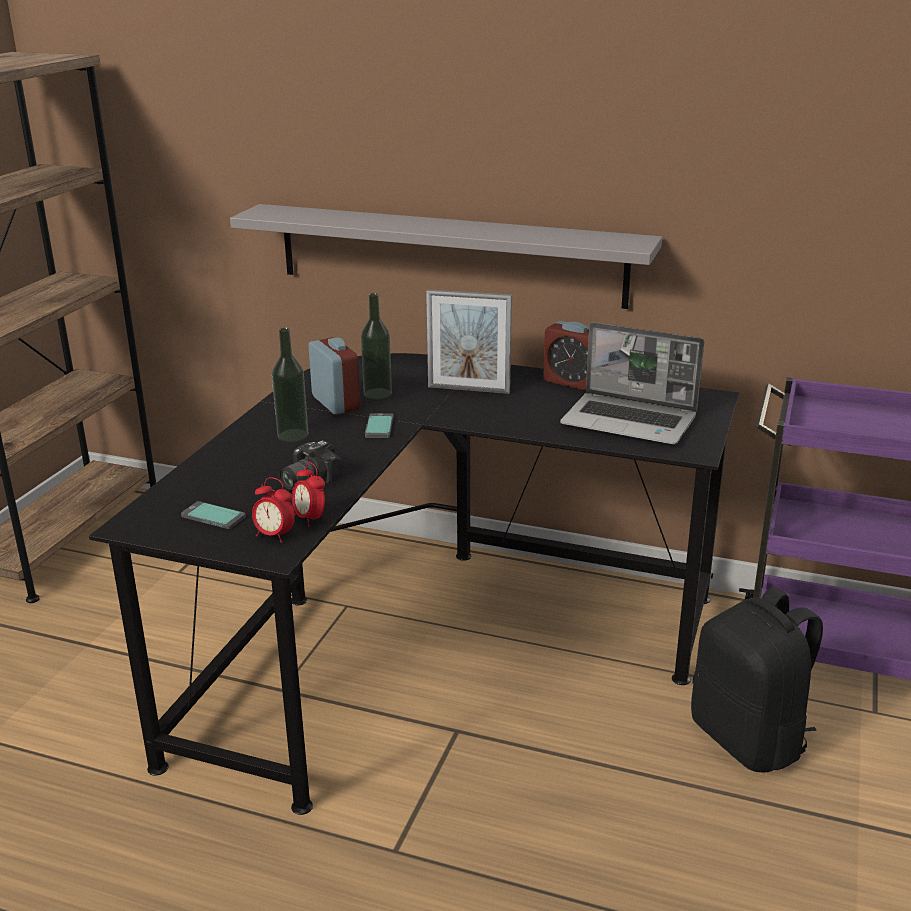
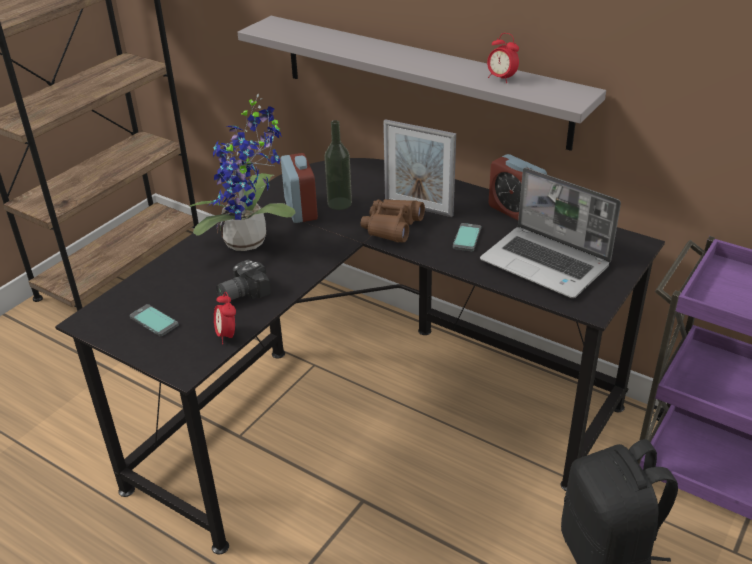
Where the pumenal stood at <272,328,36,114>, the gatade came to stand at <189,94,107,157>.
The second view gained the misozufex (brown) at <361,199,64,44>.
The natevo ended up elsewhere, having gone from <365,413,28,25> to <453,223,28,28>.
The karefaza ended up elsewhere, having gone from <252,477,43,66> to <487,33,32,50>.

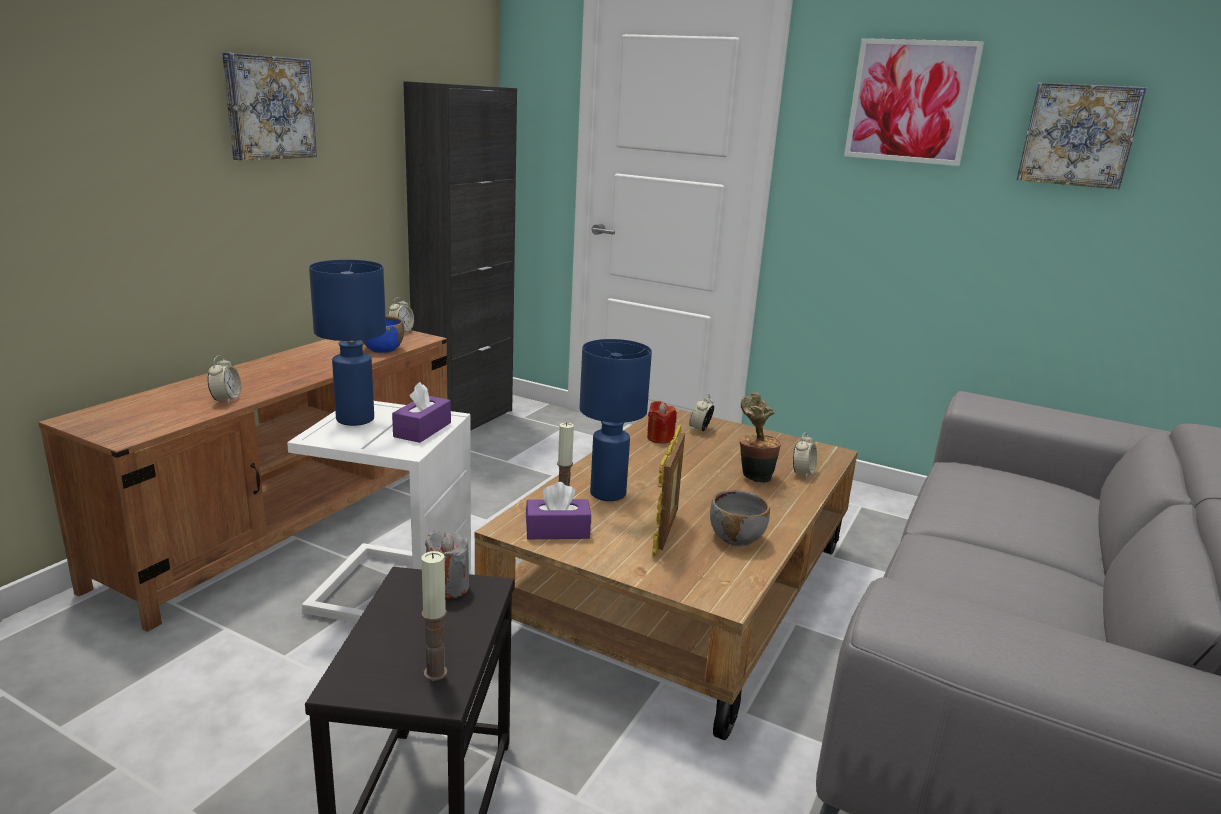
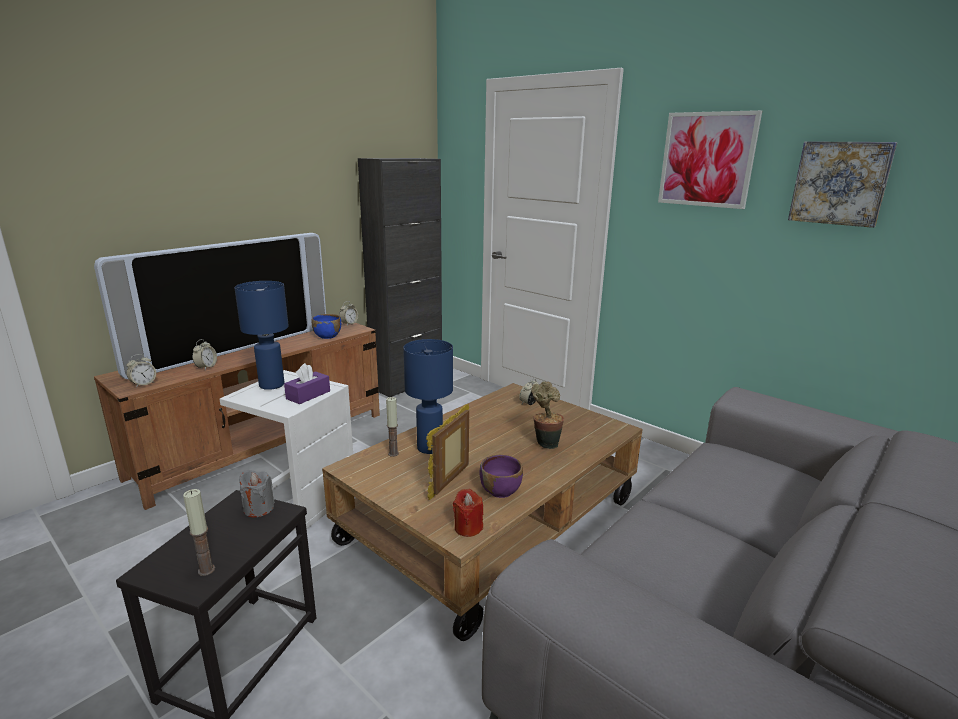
The second view gained the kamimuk at <94,233,232,147>.
The karefaza ended up elsewhere, having gone from <793,432,24,46> to <126,354,30,34>.
The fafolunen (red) ended up elsewhere, having gone from <647,401,30,43> to <453,489,30,48>.
What was the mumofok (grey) at <710,490,60,56> turned into the mumofok (purple) at <480,455,43,43>.
The second view lost the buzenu at <222,52,95,109>.
The second view lost the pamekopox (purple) at <526,482,65,57>.

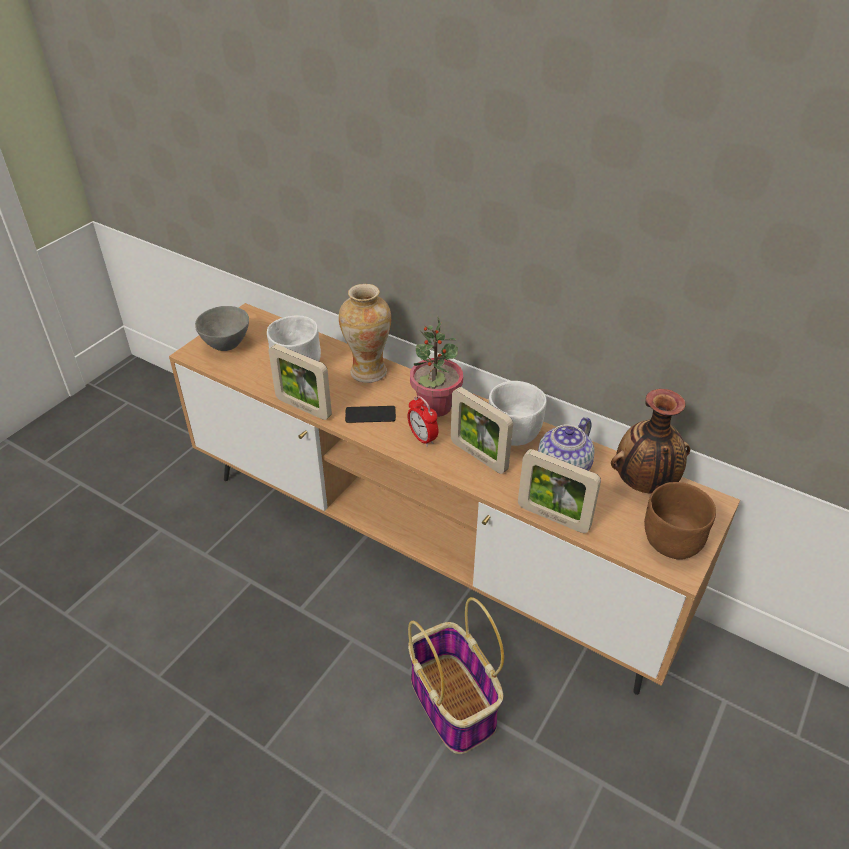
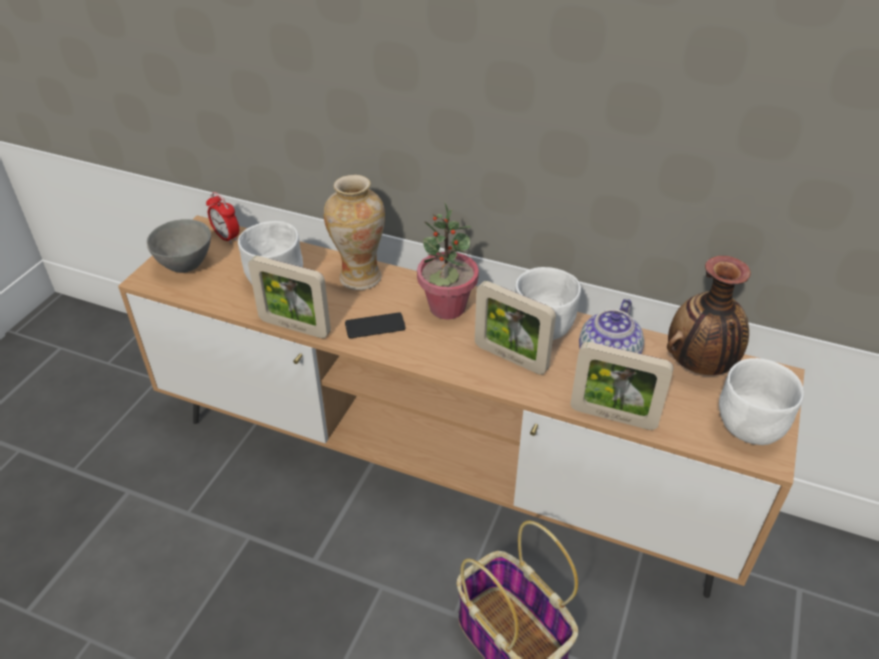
The karefaza ended up elsewhere, having gone from <408,396,31,51> to <206,192,33,52>.
What was the mumofok (brown) at <644,482,72,77> turned into the mumofok (white) at <719,358,85,87>.

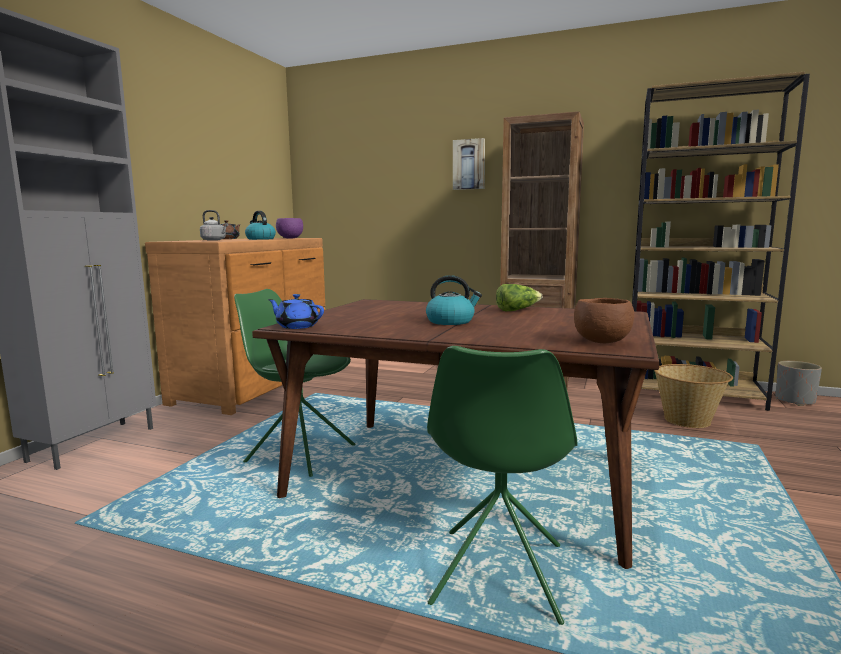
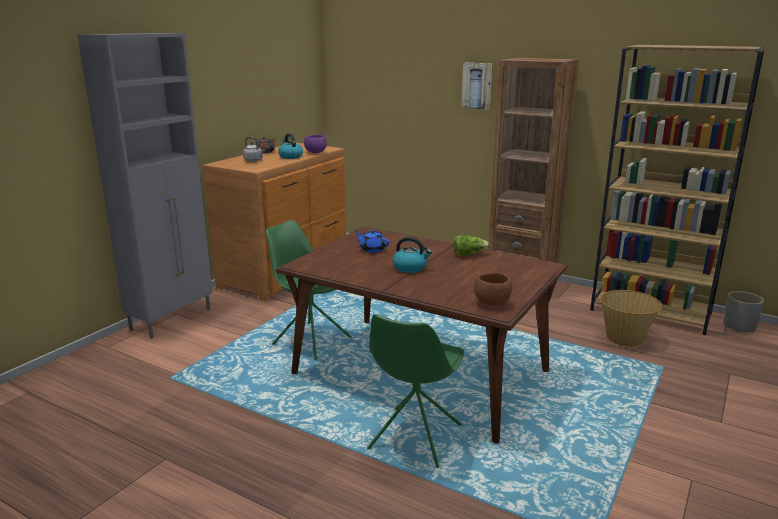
The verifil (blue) ended up elsewhere, having gone from <268,294,56,35> to <355,230,35,23>.

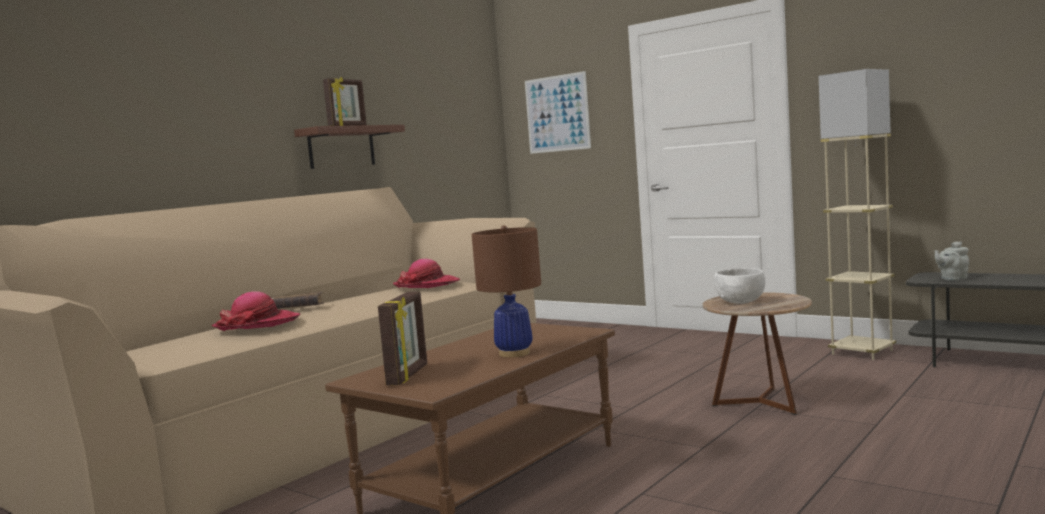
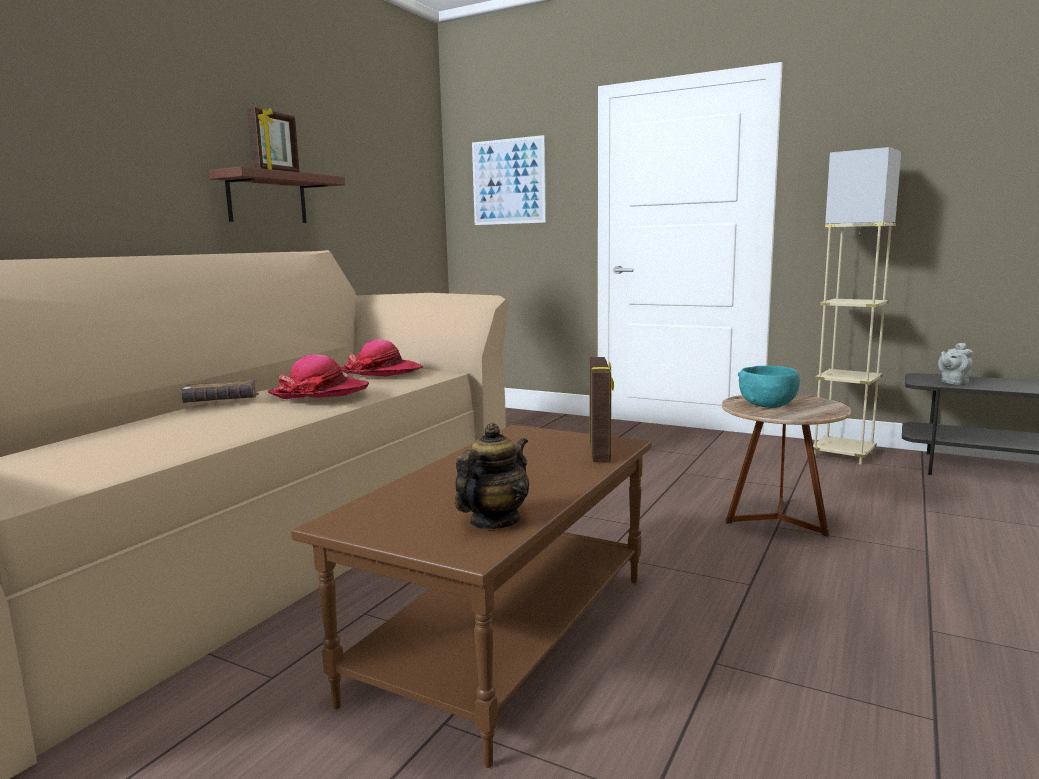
The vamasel ended up elsewhere, having gone from <212,292,88,39> to <268,354,101,45>.
The second view gained the verifil at <455,423,74,106>.
The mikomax ended up elsewhere, having gone from <378,291,49,94> to <589,357,25,105>.
What was the mumofok (white) at <714,268,51,36> turned into the mumofok (turquoise) at <738,366,62,42>.
The second view lost the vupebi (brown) at <472,225,69,133>.

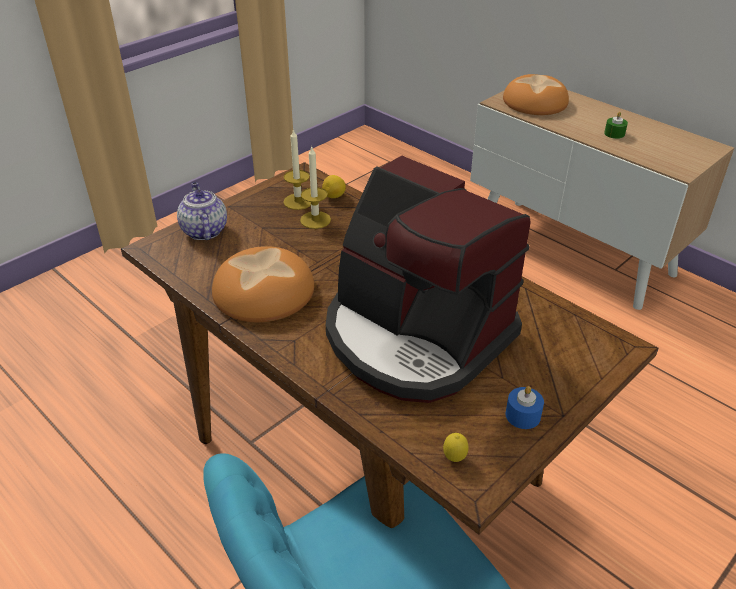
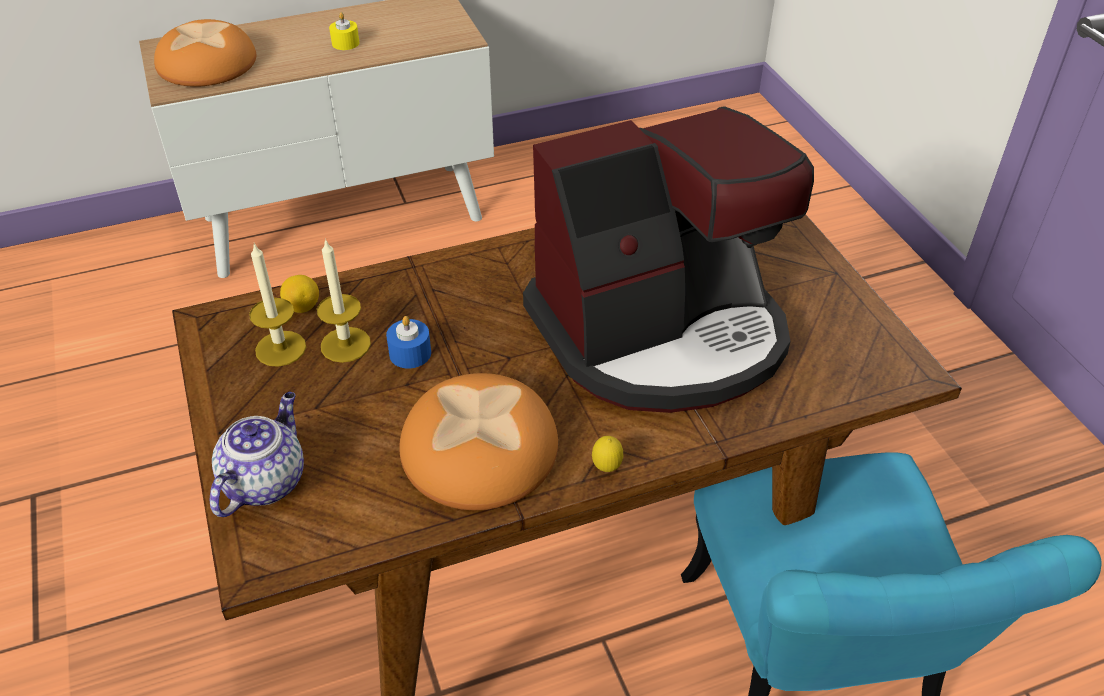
The verifil at <177,182,50,58> ended up facing another way, 105 degrees clockwise from before.
What was the fafolunen (green) at <604,112,24,27> turned into the fafolunen (yellow) at <329,12,30,38>.
The fafolunen (blue) ended up elsewhere, having gone from <506,386,38,43> to <386,316,45,53>.
The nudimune ended up elsewhere, having gone from <443,433,26,29> to <592,436,31,36>.

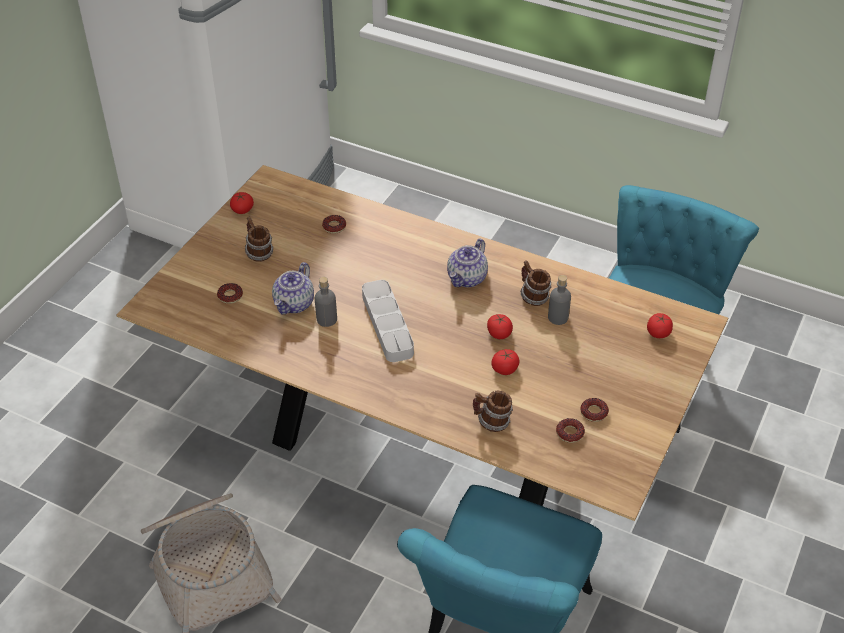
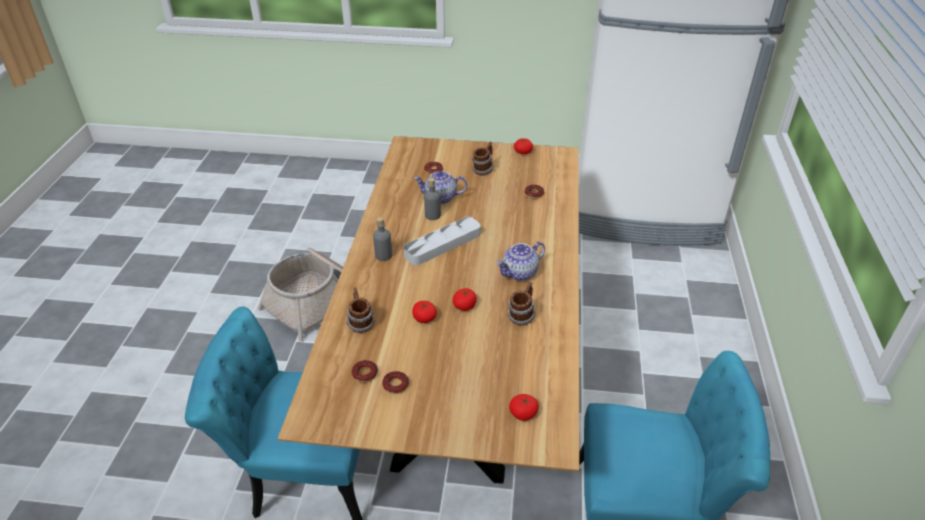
The pumenal (grey) ended up elsewhere, having gone from <548,275,23,50> to <373,217,19,44>.
The verifil at <447,238,41,49> ended up facing another way, 45 degrees counterclockwise from before.

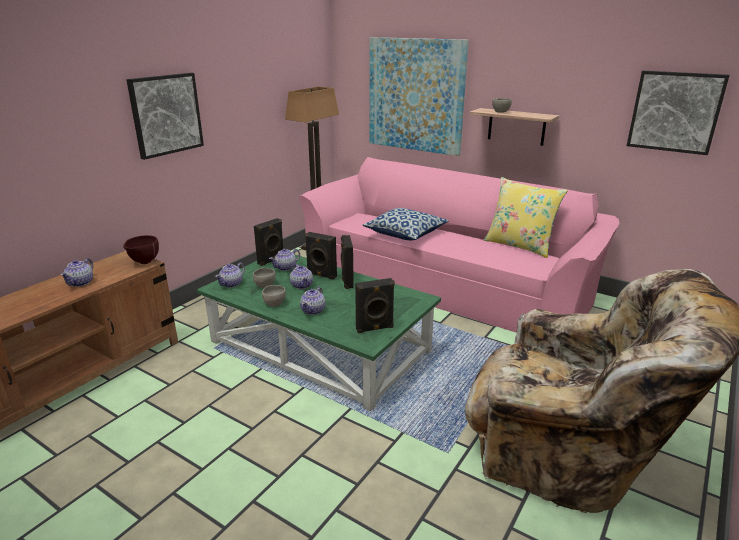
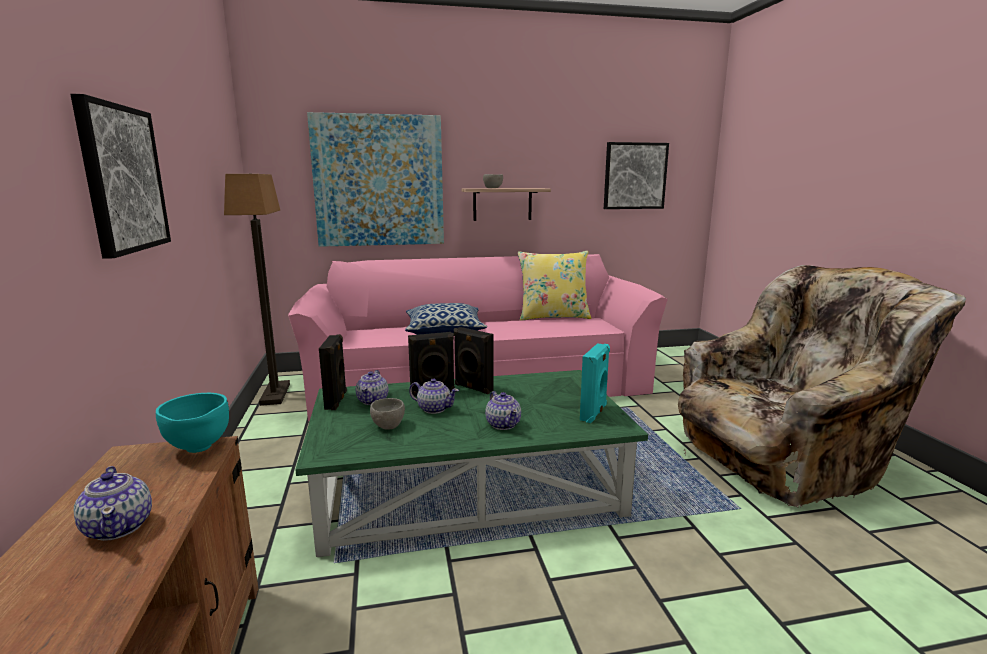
What was the mumofok (brown) at <123,235,36,29> turned into the mumofok (turquoise) at <156,393,73,60>.
What was the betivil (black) at <355,278,40,55> turned into the betivil (turquoise) at <580,343,30,80>.
The second view lost the verifil at <215,263,30,25>.
The second view lost the mumofok (grey) at <262,285,24,22>.

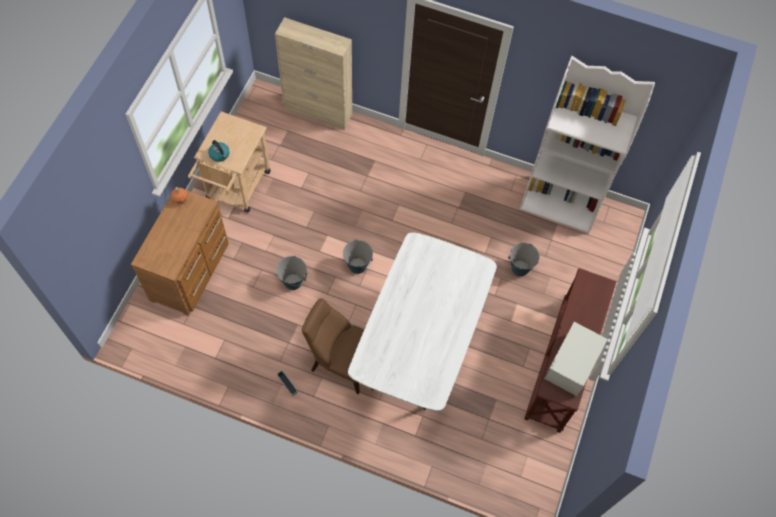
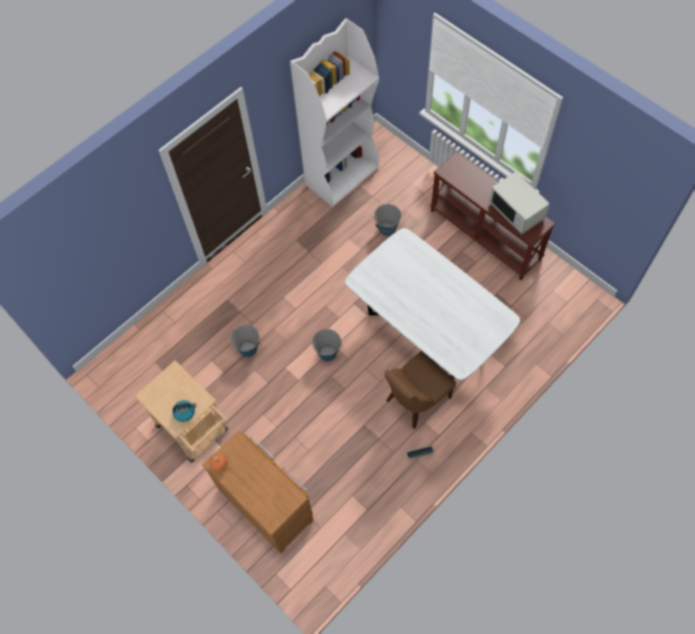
The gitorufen ended up elsewhere, having gone from <276,256,31,34> to <230,325,31,32>.
The second view lost the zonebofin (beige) at <275,17,77,113>.

